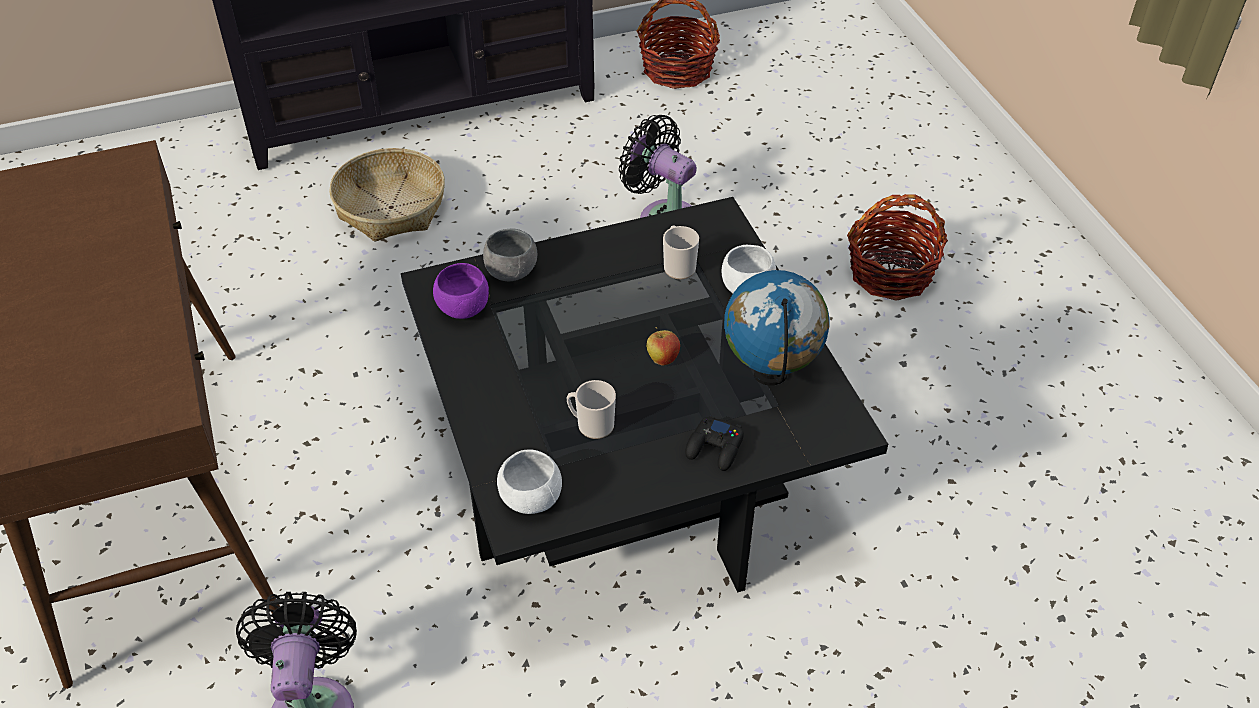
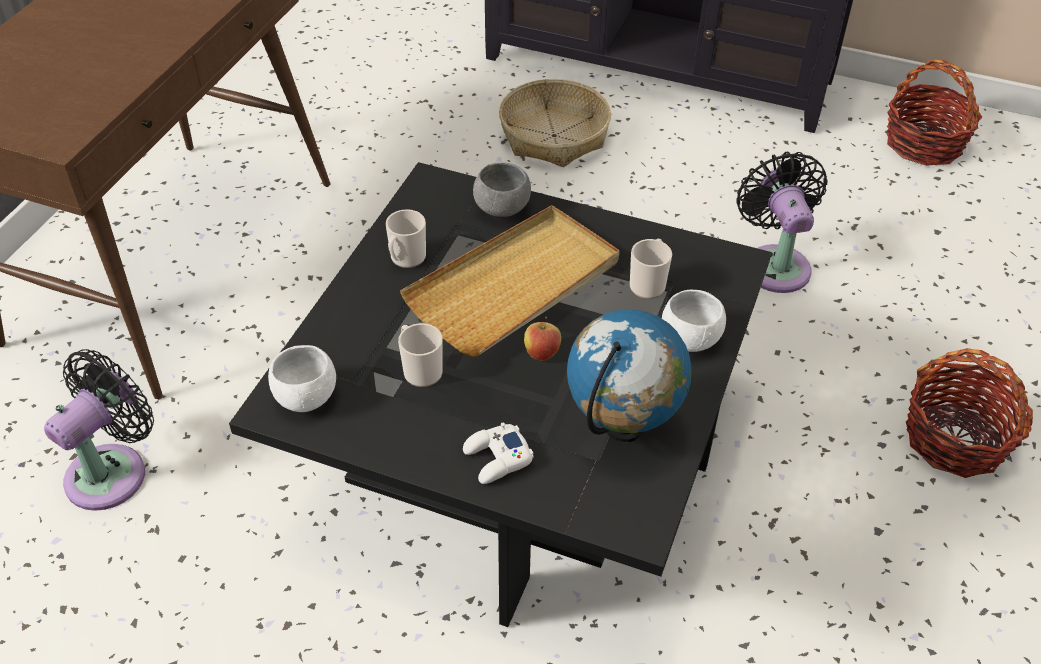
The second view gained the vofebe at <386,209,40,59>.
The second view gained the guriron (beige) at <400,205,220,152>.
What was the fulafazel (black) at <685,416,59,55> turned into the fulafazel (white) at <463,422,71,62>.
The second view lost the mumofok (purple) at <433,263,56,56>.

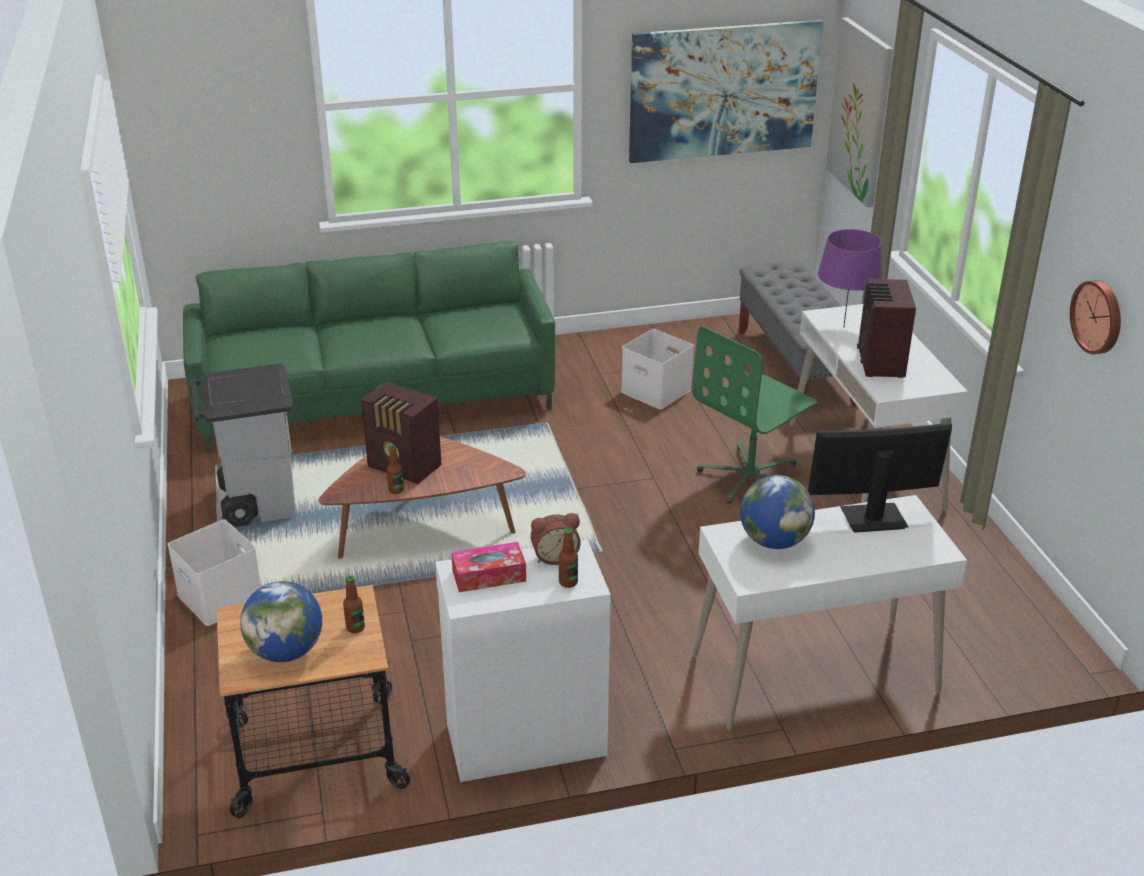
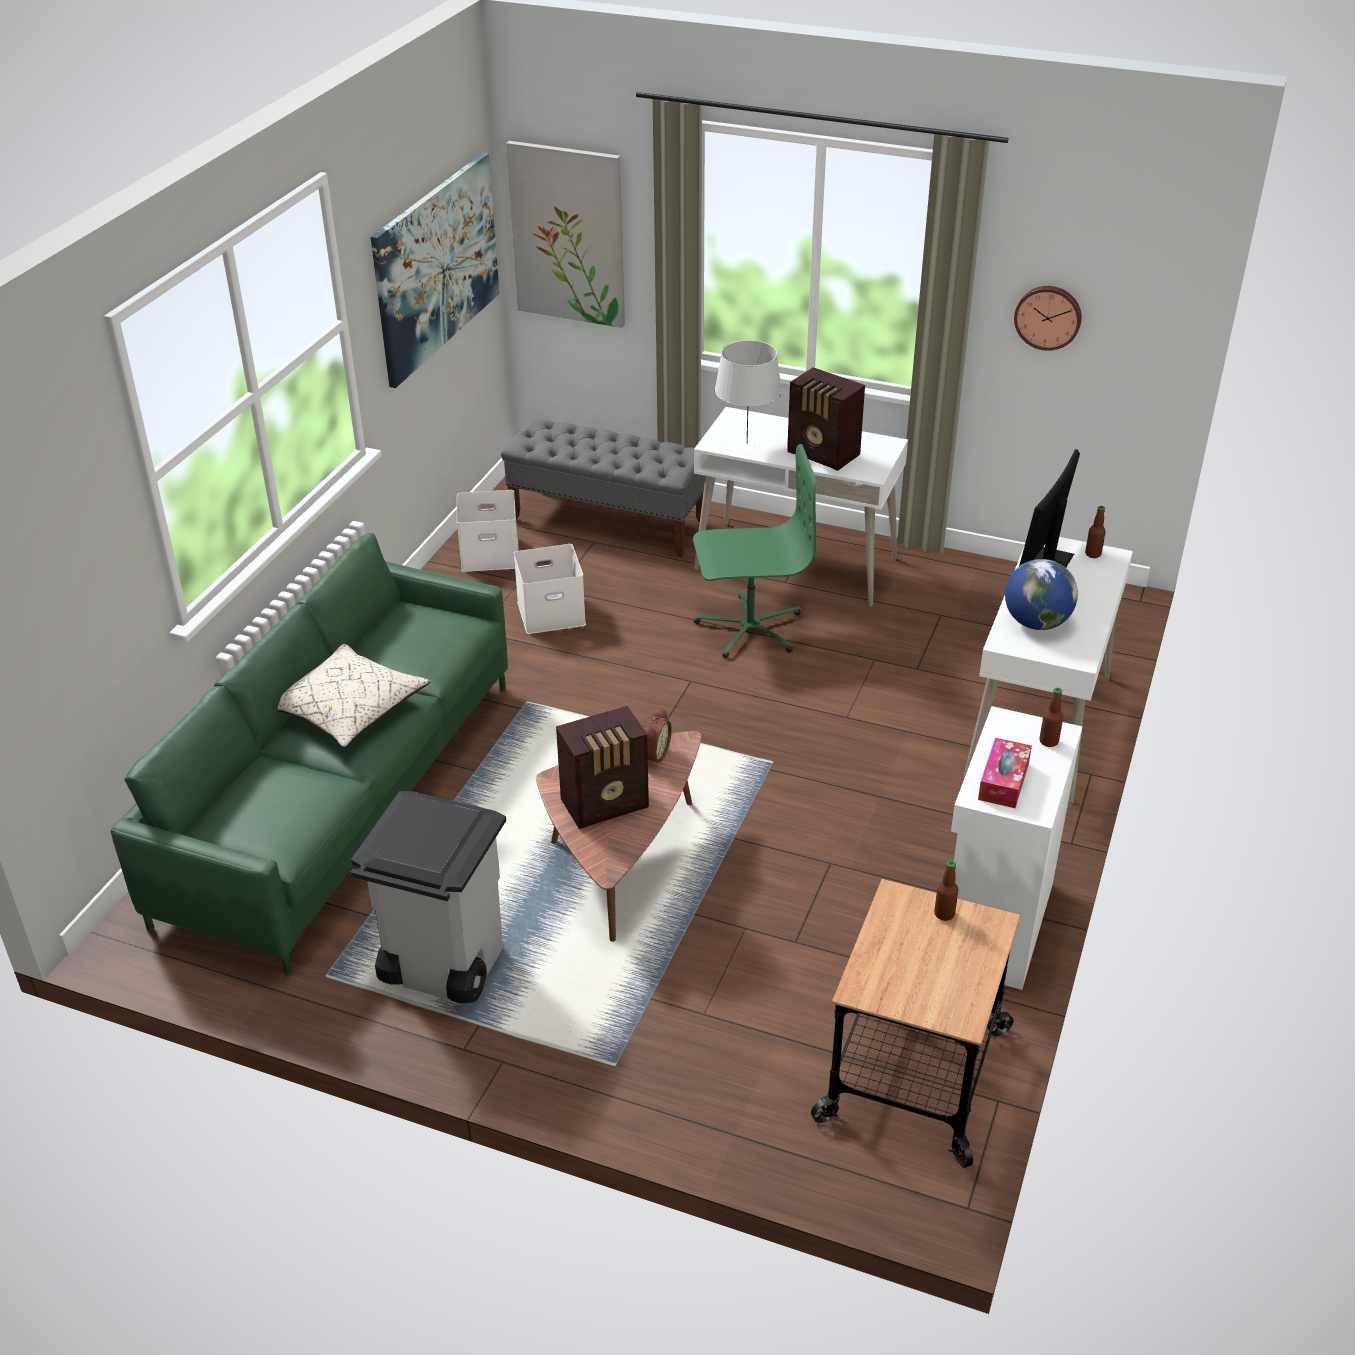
The second view gained the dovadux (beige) at <278,644,153,103>.
The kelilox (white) ended up elsewhere, having gone from <167,519,94,107> to <457,490,62,82>.
The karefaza ended up elsewhere, having gone from <531,513,50,52> to <642,707,30,60>.
The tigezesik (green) at <692,326,126,178> ended up facing another way, 90 degrees counterclockwise from before.
What was the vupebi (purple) at <818,229,65,99> turned into the vupebi (grey) at <715,340,67,103>.
The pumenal ended up elsewhere, having gone from <387,445,17,49> to <1085,506,21,52>.
The second view lost the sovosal at <240,581,82,81>.

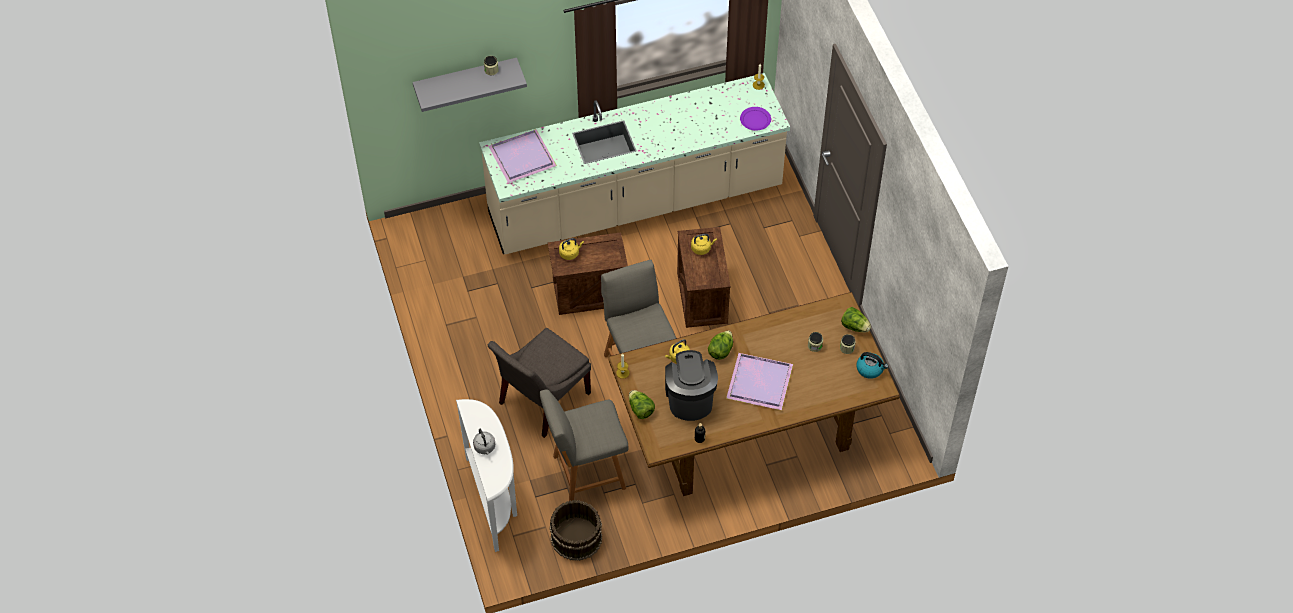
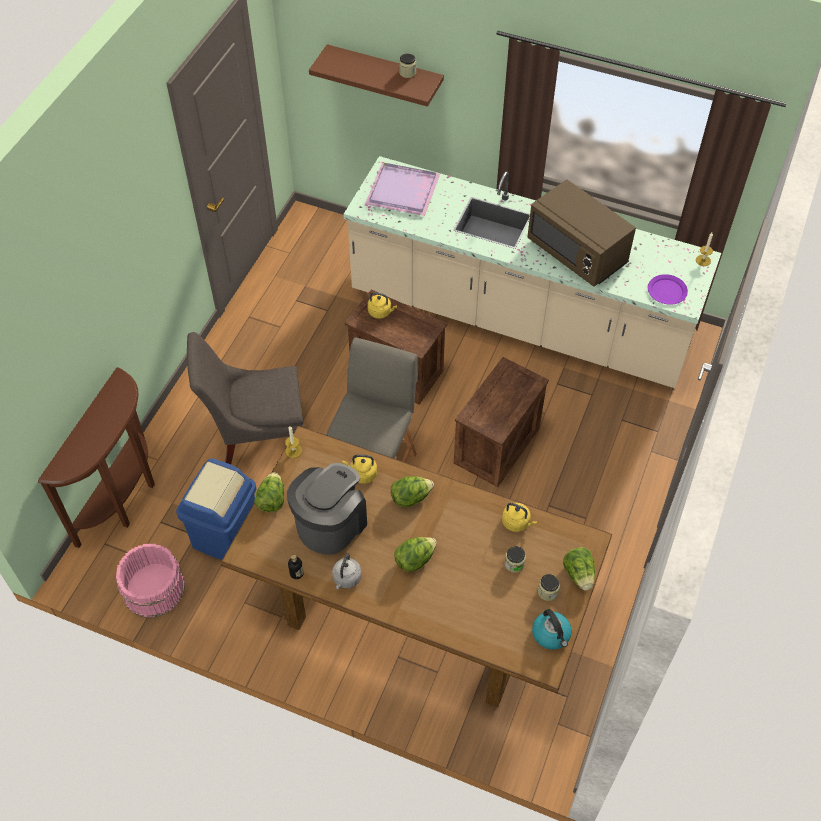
What was the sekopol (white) at <456,399,61,153> turned into the sekopol (brown) at <38,367,117,181>.
What was the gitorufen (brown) at <550,500,52,61> turned into the gitorufen (pink) at <116,544,69,74>.
Where the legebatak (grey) stood at <539,389,90,112>, the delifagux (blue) came to stand at <176,458,80,102>.
What was the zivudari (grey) at <413,58,114,54> turned into the zivudari (brown) at <309,44,135,63>.
The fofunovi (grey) ended up elsewhere, having gone from <473,429,22,26> to <332,554,30,35>.
Where the guriron (purple) stood at <726,353,67,57>, the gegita came to stand at <394,537,43,35>.
The fofunovi (yellow) ended up elsewhere, having gone from <691,234,26,21> to <502,503,35,29>.
The second view gained the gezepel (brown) at <527,179,109,108>.

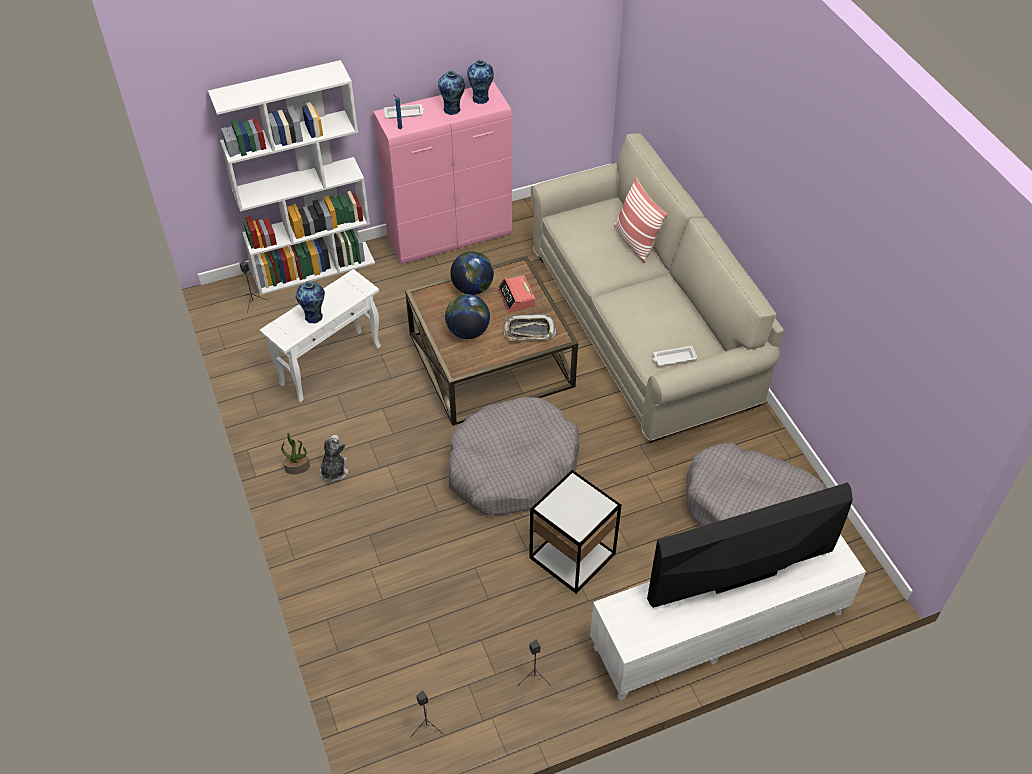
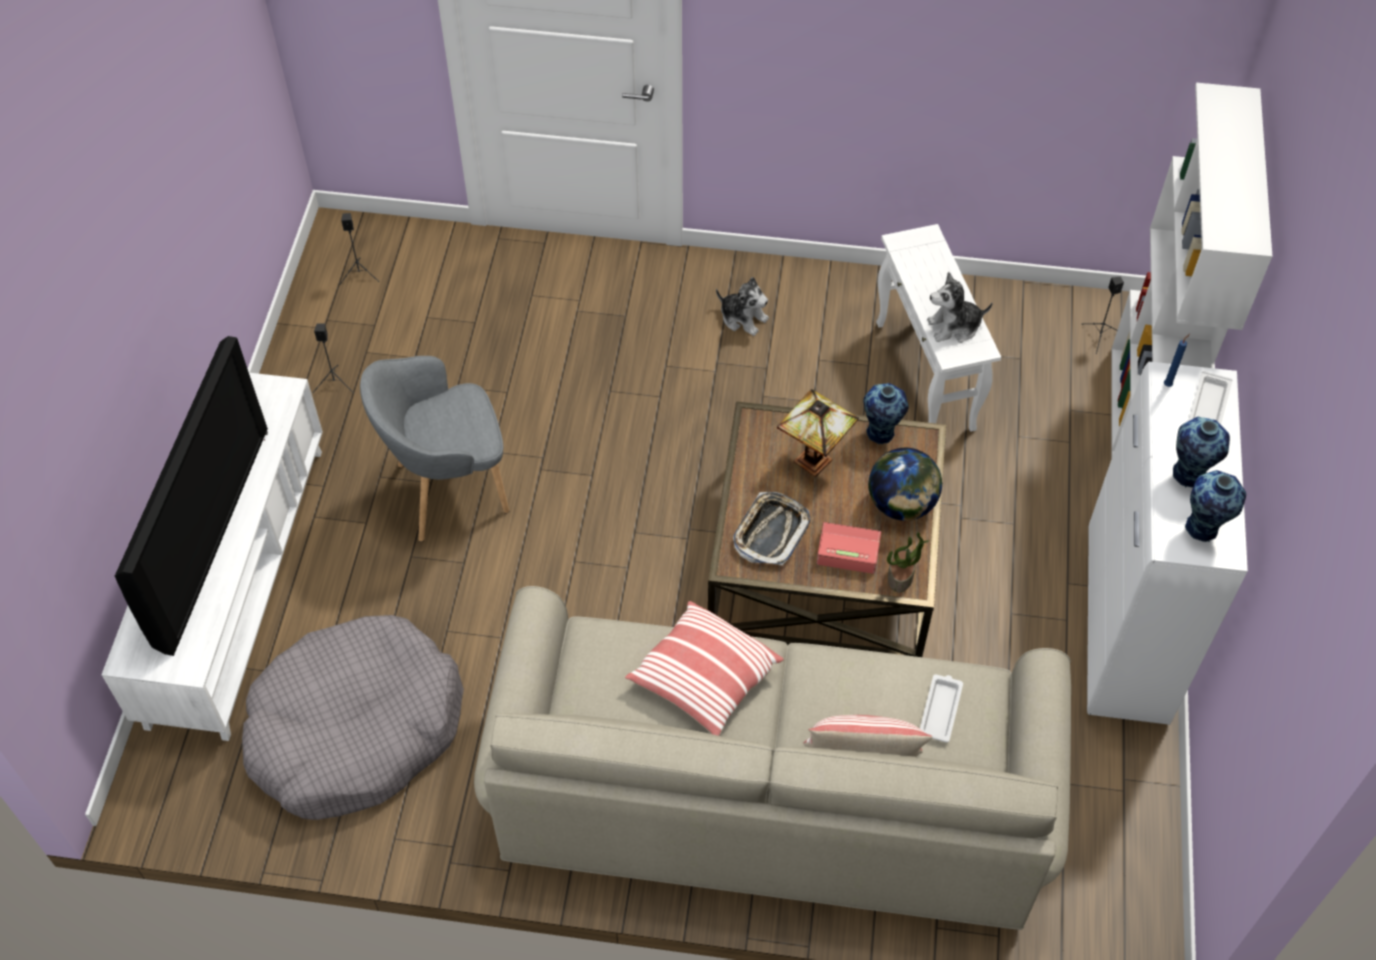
Where the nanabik stood at <529,470,93,124>, the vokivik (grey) came to stand at <360,356,149,186>.
The second view gained the dovadux at <625,601,159,135>.
Where the sovosal stood at <445,294,45,45>, the vupebi came to stand at <777,389,82,88>.
The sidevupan ended up elsewhere, having gone from <296,281,29,43> to <863,383,46,62>.
The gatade ended up elsewhere, having gone from <281,433,29,41> to <887,532,42,61>.
The guriron (white) ended up elsewhere, having gone from <653,345,44,21> to <920,674,43,69>.
The second view gained the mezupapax at <927,272,66,71>.
What was the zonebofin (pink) at <373,82,139,182> turned into the zonebofin (white) at <1087,362,161,363>.
The second view lost the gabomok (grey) at <449,397,130,118>.

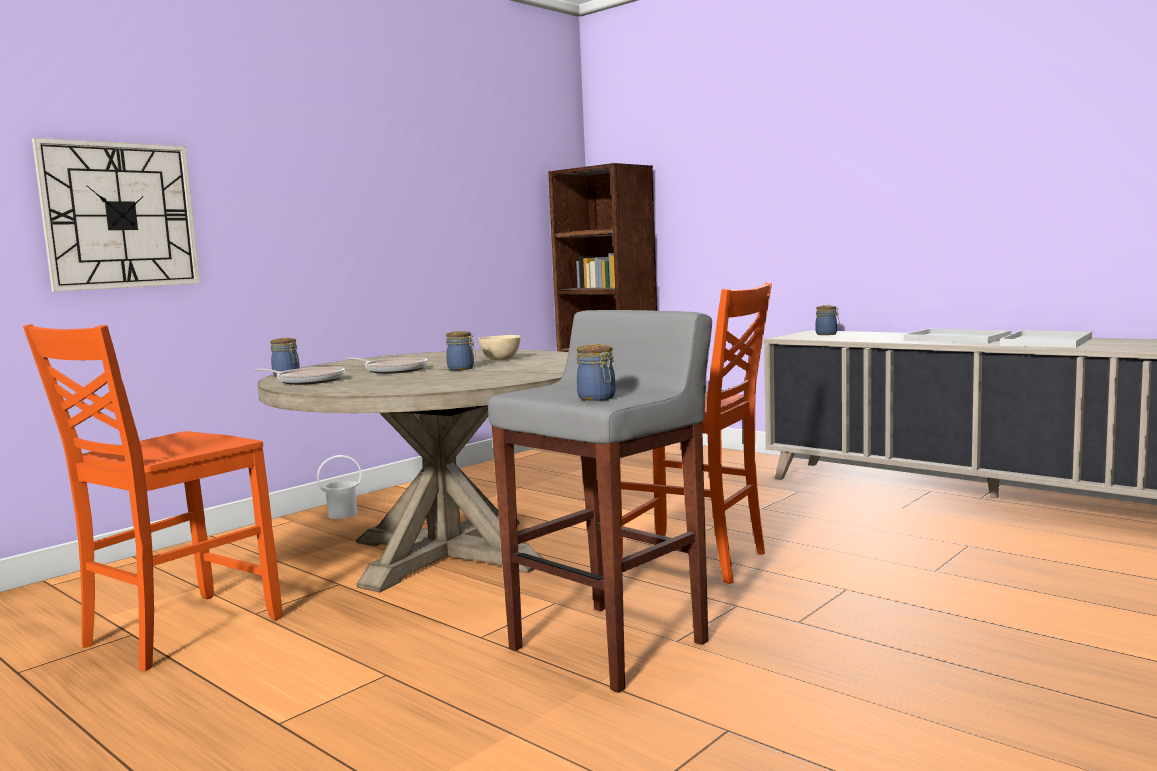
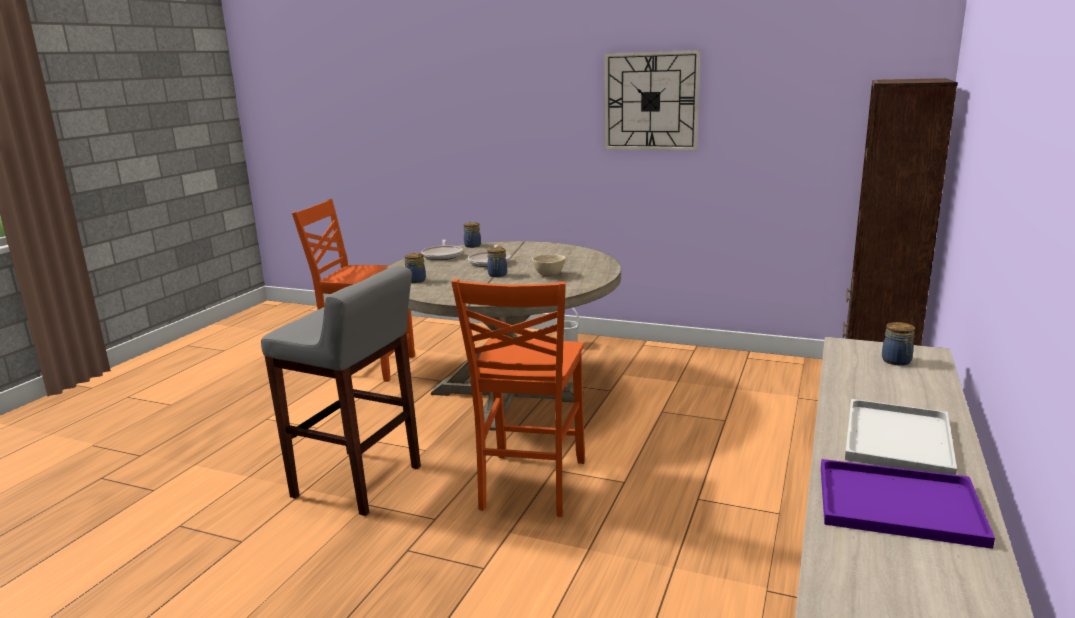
The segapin ended up elsewhere, having gone from <577,344,38,57> to <404,253,22,30>.
The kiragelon ended up elsewhere, having gone from <32,138,168,154> to <604,50,96,101>.
What was the guriron (white) at <1000,330,92,18> turned into the guriron (purple) at <821,459,174,90>.

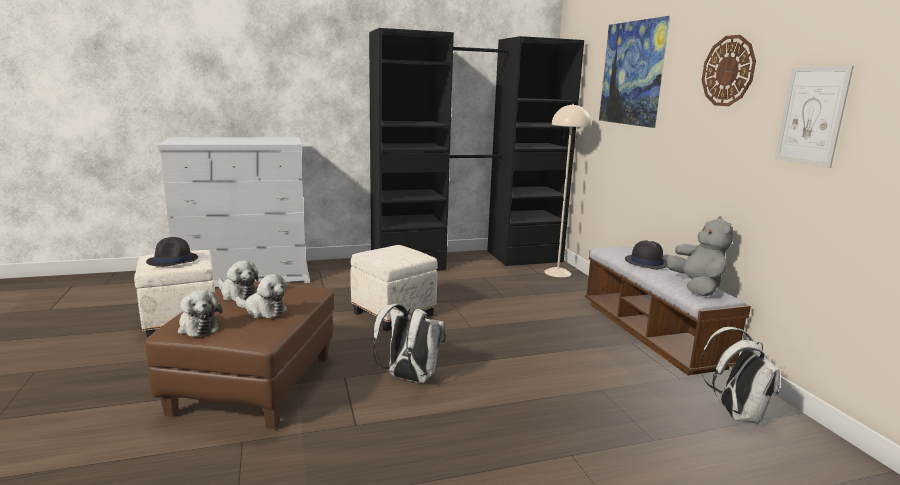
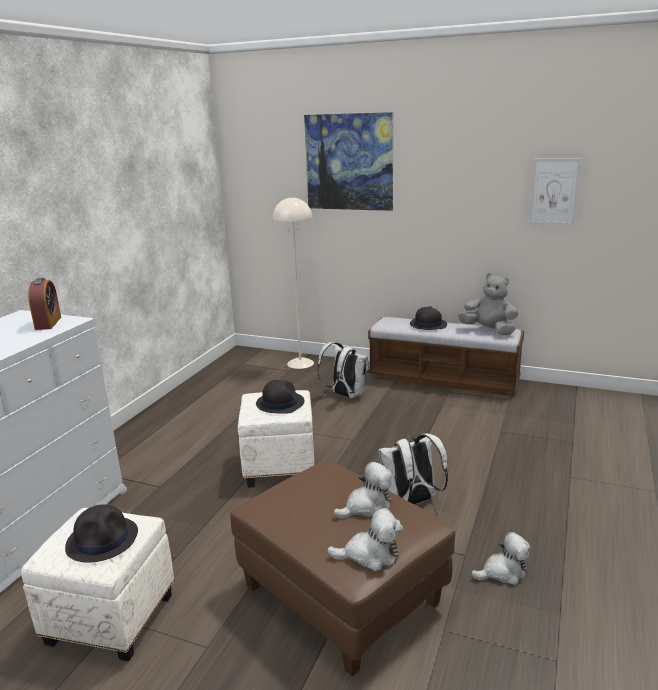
The second view gained the karefaza at <28,278,33,52>.
The second view gained the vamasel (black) at <256,379,49,35>.
The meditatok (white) ended up elsewhere, having gone from <700,327,80,97> to <317,342,52,56>.
The mezupapax ended up elsewhere, having gone from <218,261,41,40> to <471,532,59,53>.
The second view lost the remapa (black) at <369,28,215,243>.
The second view lost the kiragelon at <702,35,54,71>.

